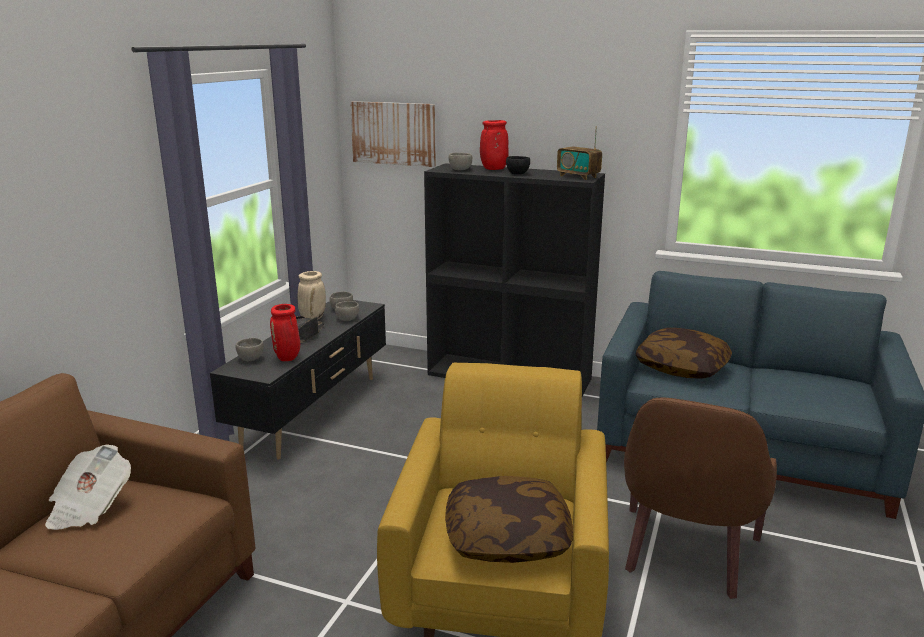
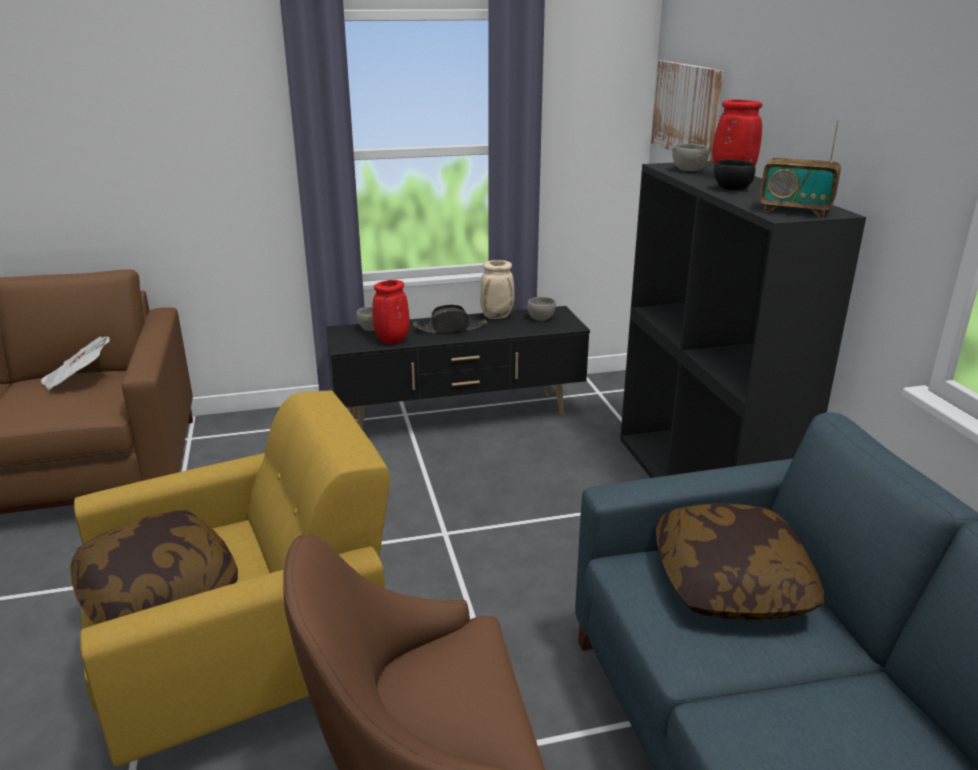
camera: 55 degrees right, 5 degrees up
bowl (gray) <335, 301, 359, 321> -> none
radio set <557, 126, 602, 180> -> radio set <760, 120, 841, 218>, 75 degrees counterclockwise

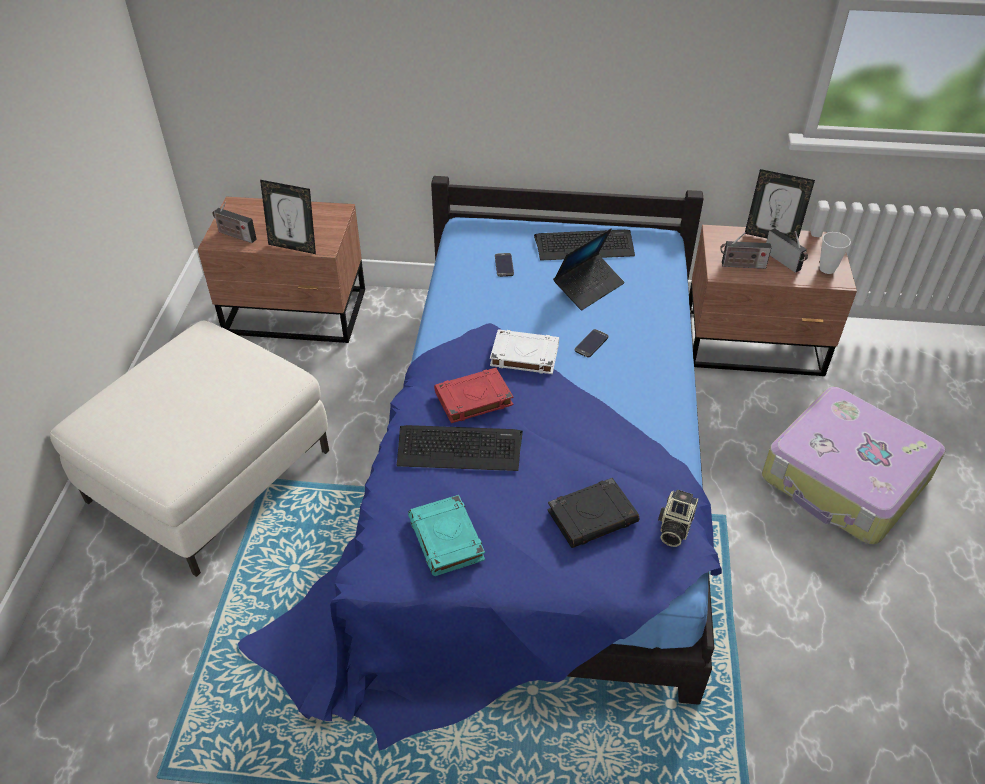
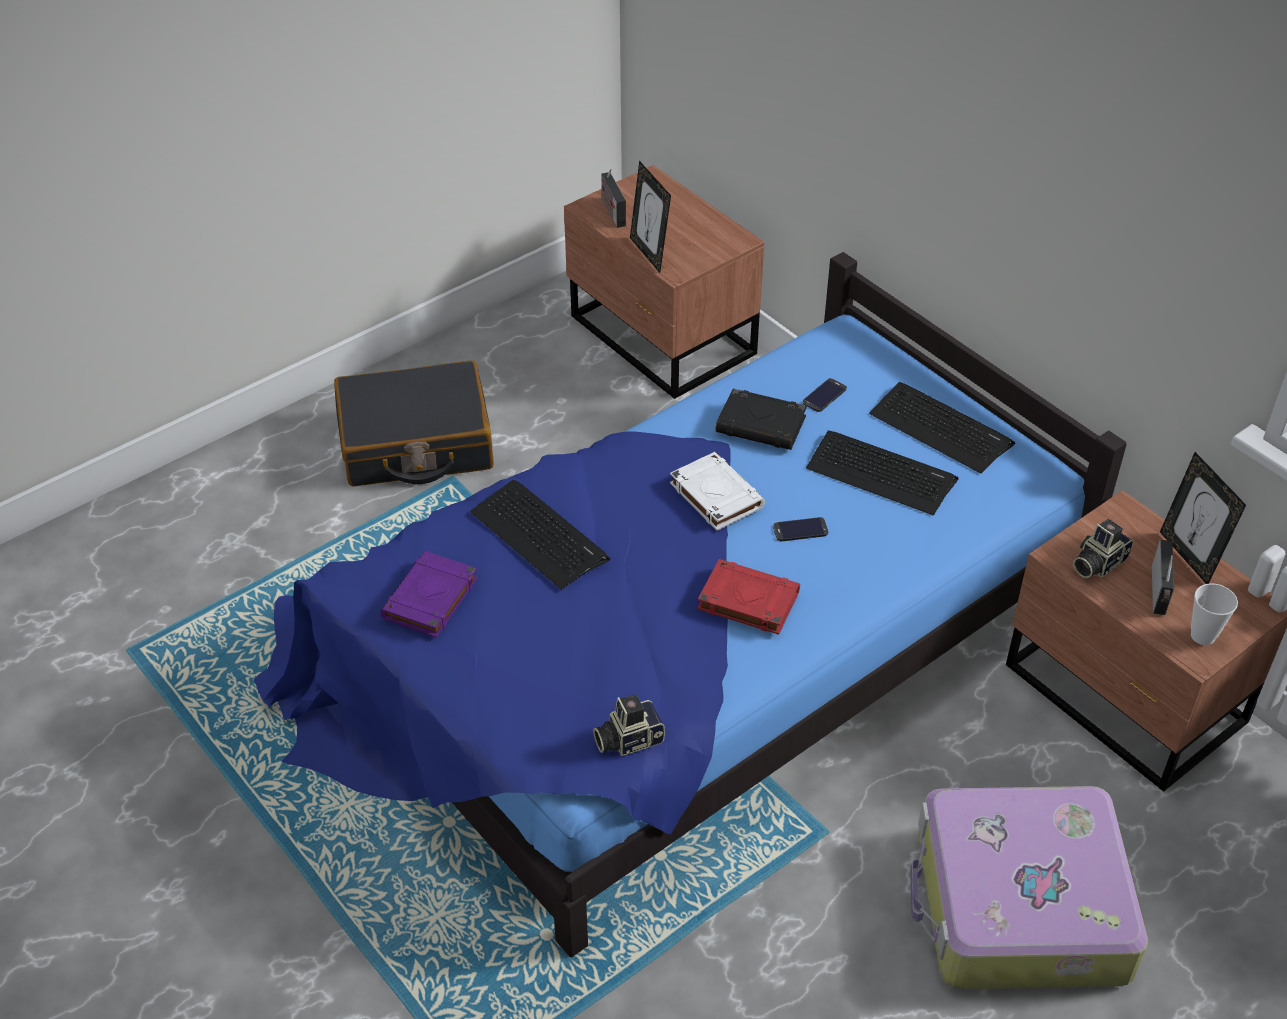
camera: 45 degrees right, 0 degrees up
book (red) <434, 368, 514, 423> -> book (red) <697, 559, 800, 635>, relocated
book (blackish) <547, 478, 639, 548> -> book (blackish) <716, 388, 807, 450>, relocated
footrest (white-coloured) <50, 321, 329, 577> -> travel case (blackish) <334, 360, 494, 486>
notebook computer <553, 228, 625, 310> -> keyboard <806, 430, 959, 515>
radio set <720, 232, 771, 269> -> photo camera <1073, 519, 1133, 578>
book (turquoise) <408, 495, 485, 576> -> book (purple) <380, 551, 478, 638>

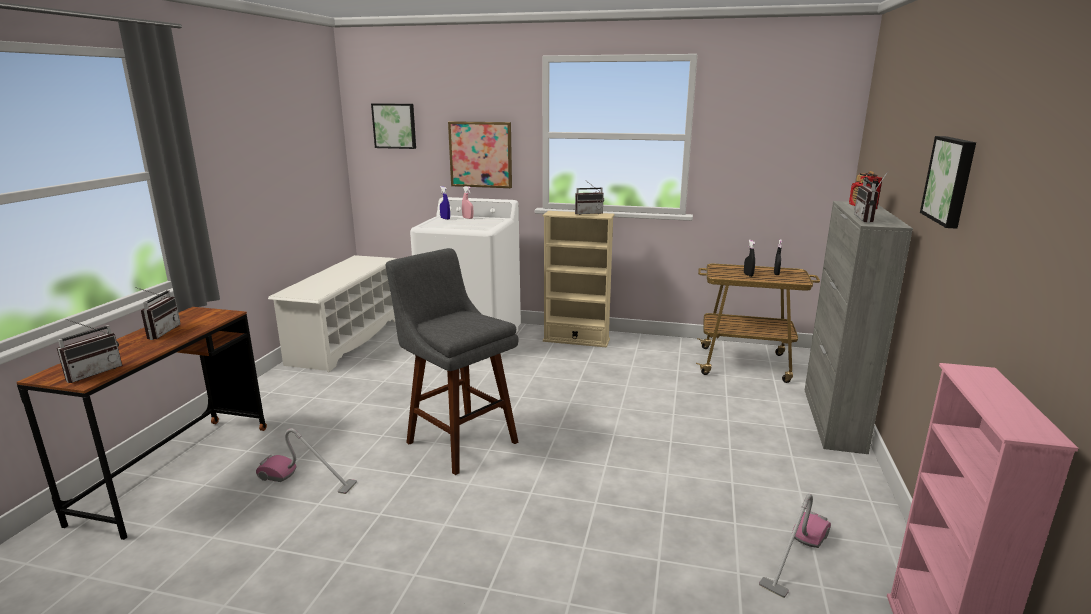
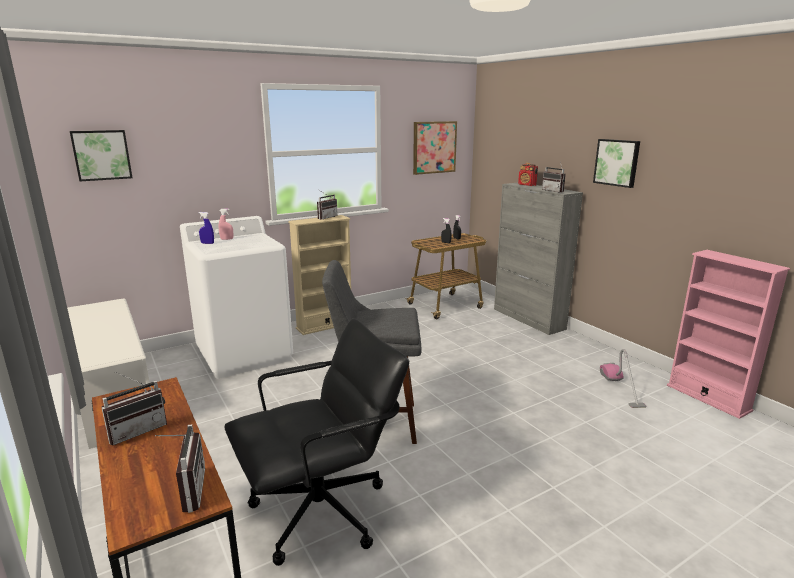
camera: 45 degrees left, 0 degrees up
wall art <448, 121, 512, 188> -> wall art <413, 121, 457, 175>, relocated
vacuum <256, 428, 357, 494> -> computer chair (blackish) <224, 318, 409, 566>
radio set <135, 287, 181, 340> -> radio set <101, 372, 167, 446>, 90 degrees clockwise

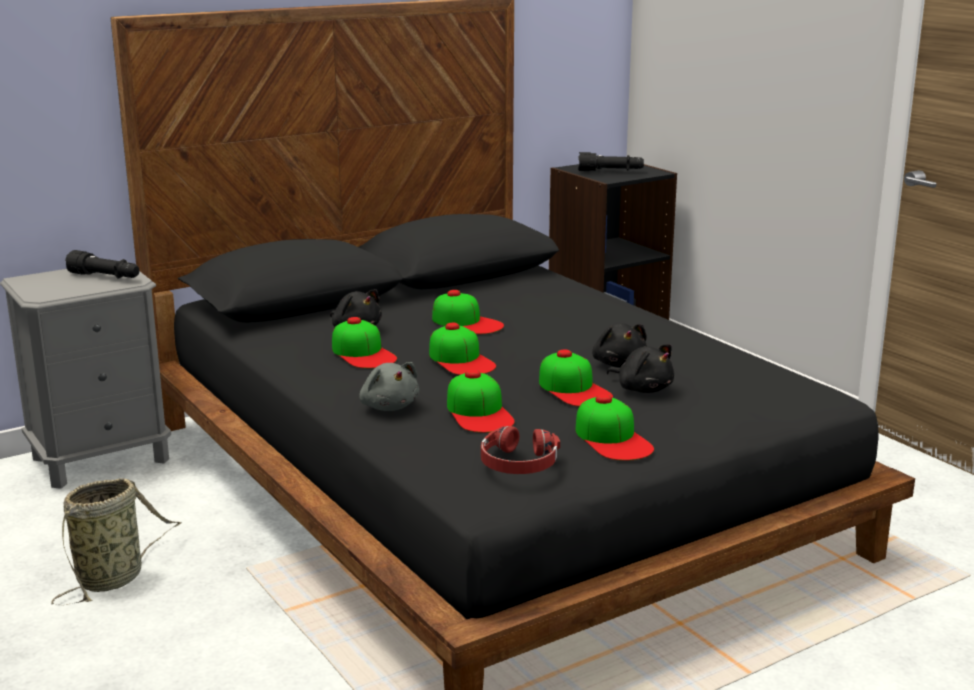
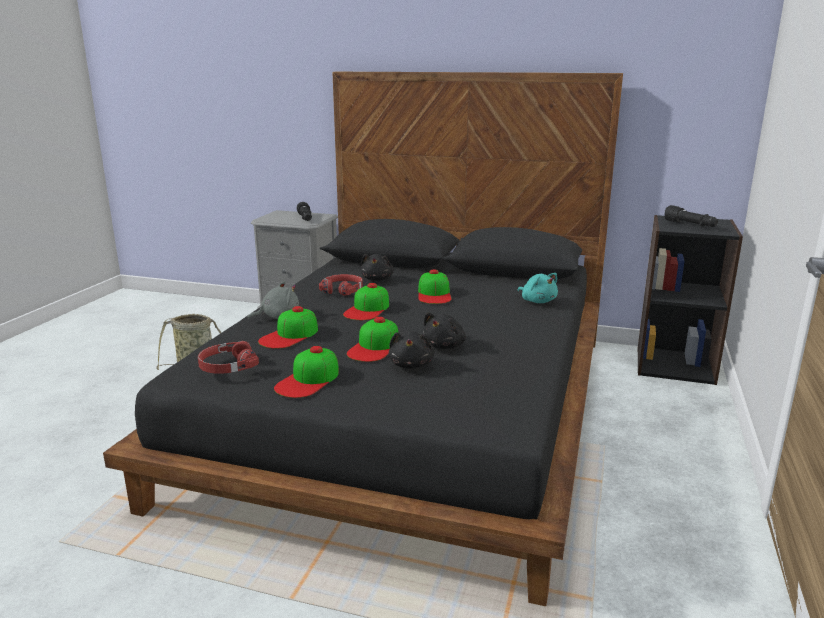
camera: 50 degrees right, 0 degrees up
none -> plush toy (turquoise) <517, 273, 558, 303>
baseball cap <332, 317, 397, 368> -> headphones (red) <319, 274, 363, 296>
plush toy (gray) <359, 362, 419, 411> -> plush toy (gray) <247, 281, 299, 320>, 135 degrees counterclockwise

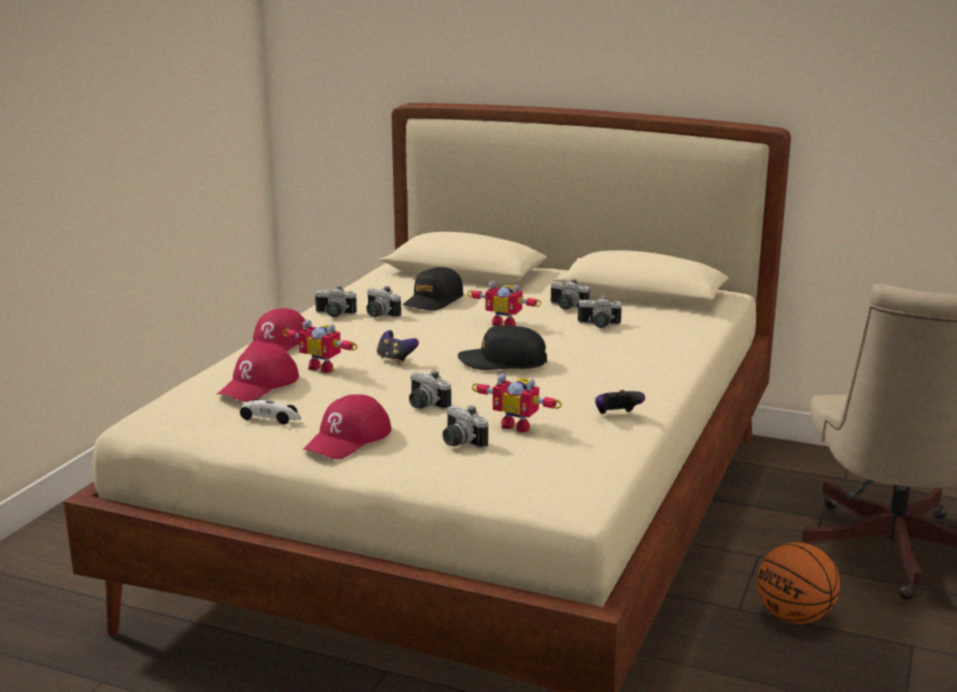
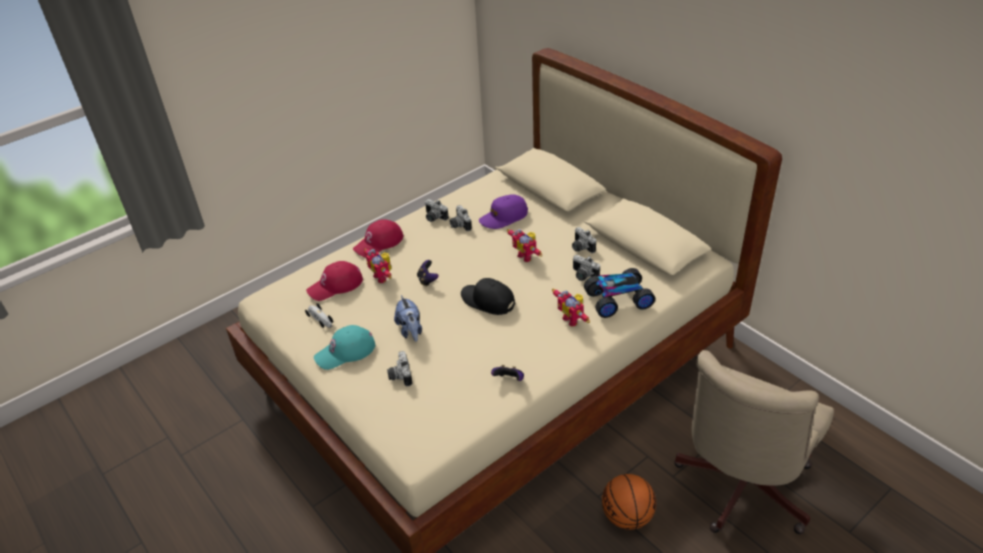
camera: 30 degrees right, 20 degrees up
none -> miniature car <584, 268, 655, 318>
model robot <472, 373, 562, 433> -> model robot <552, 289, 590, 326>, relocated
photo camera <409, 370, 451, 410> -> plush toy <394, 295, 422, 342>
baseball cap (red) <303, 394, 391, 459> -> baseball cap (turquoise) <314, 325, 375, 370>
baseball cap (blackish) <403, 267, 463, 311> -> baseball cap (purple) <479, 194, 528, 229>

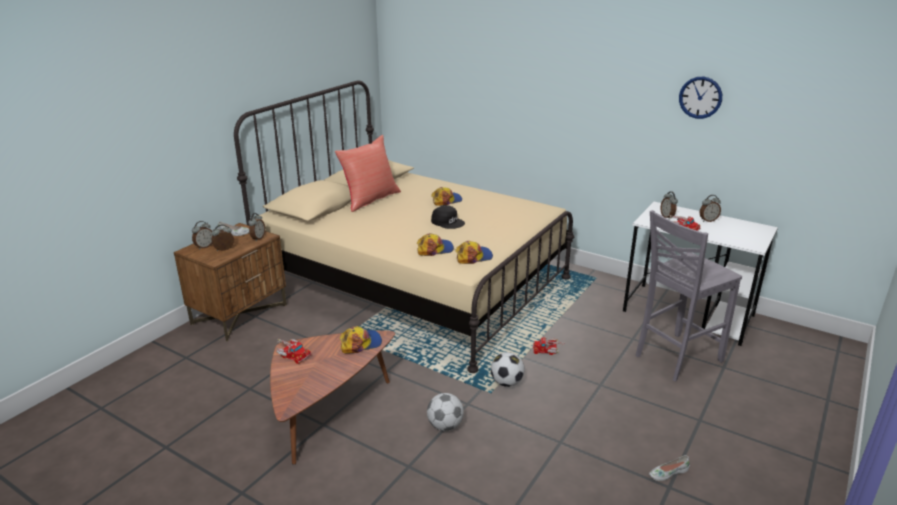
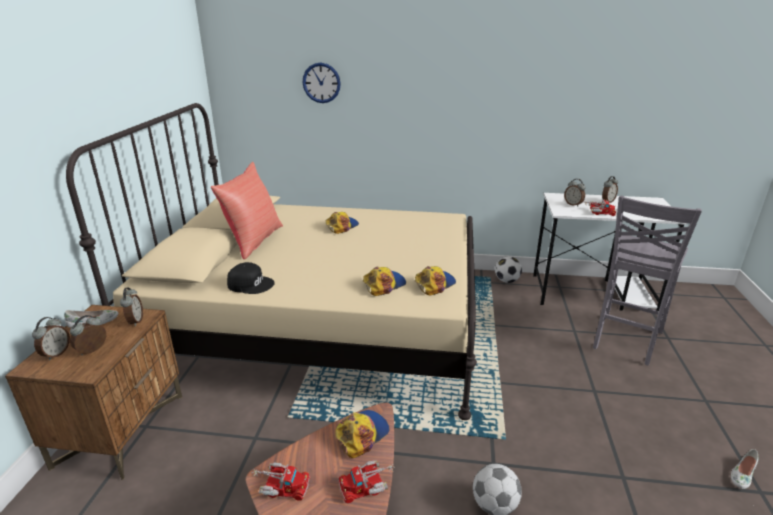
camera: 25 degrees left, 0 degrees up
baseball cap (blackish) <431, 205, 465, 229> -> baseball cap (blackish) <227, 262, 275, 294>, relocated
football ball <491, 352, 525, 387> -> football ball <495, 257, 522, 283>, relocated
toy truck <533, 337, 566, 355> -> toy truck <339, 460, 393, 503>, relocated
wall clock <679, 77, 722, 119> -> wall clock <303, 63, 341, 103>, relocated

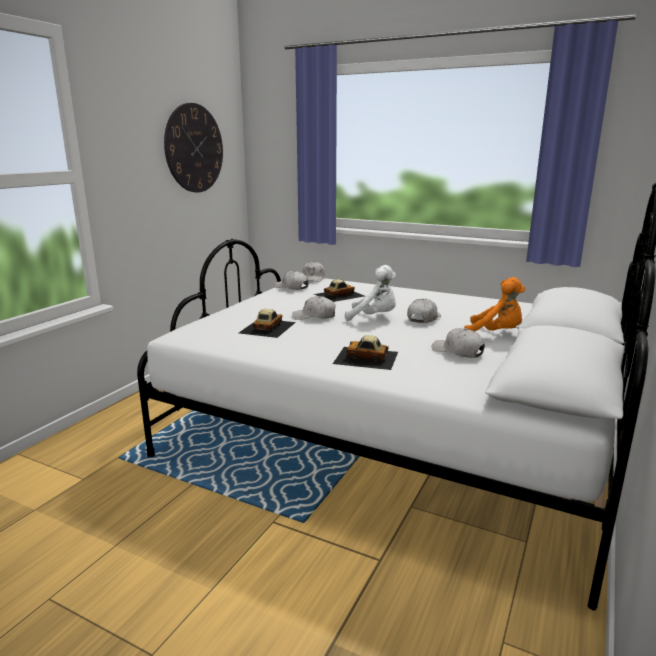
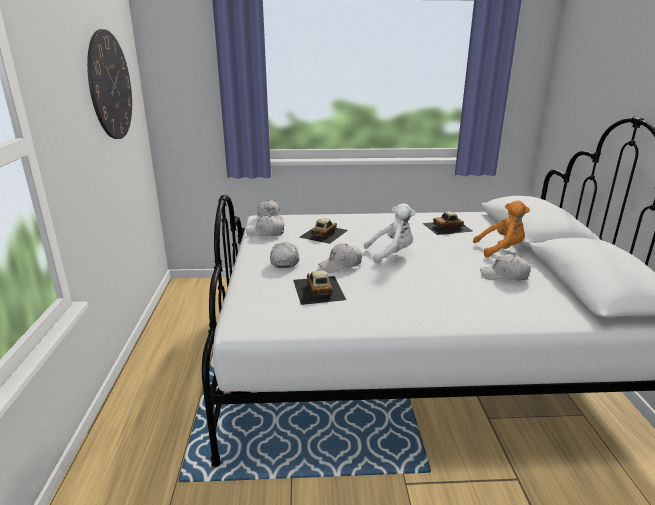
camera: 30 degrees left, 5 degrees up
miniature car <333, 335, 398, 370> -> miniature car <422, 212, 473, 235>, relocated
baseball cap (white-coloured) <407, 299, 441, 323> -> baseball cap (white-coloured) <270, 242, 300, 268>, relocated

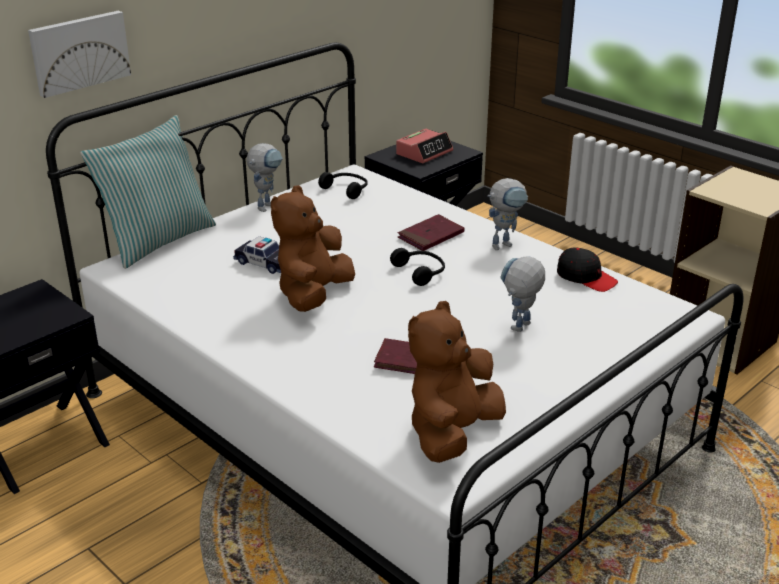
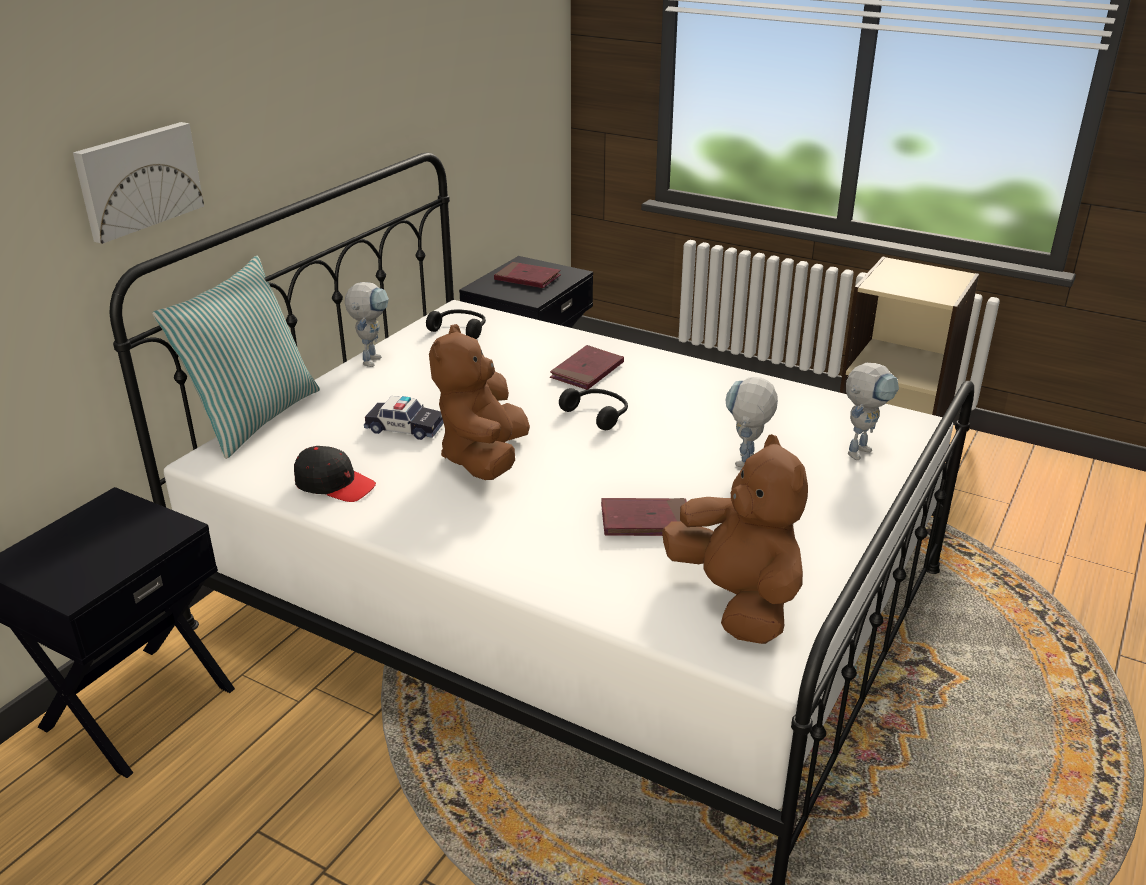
camera: 15 degrees left, 0 degrees up
model robot <487, 178, 528, 250> -> model robot <846, 362, 899, 460>, relocated
baseball cap (blackish) <557, 247, 618, 292> -> baseball cap (blackish) <294, 446, 376, 502>, relocated
alarm clock <396, 129, 453, 163> -> book (red) <494, 262, 561, 288>
plush toy (brown) <408, 301, 506, 463> -> plush toy (brown) <662, 434, 808, 644>, 135 degrees clockwise

